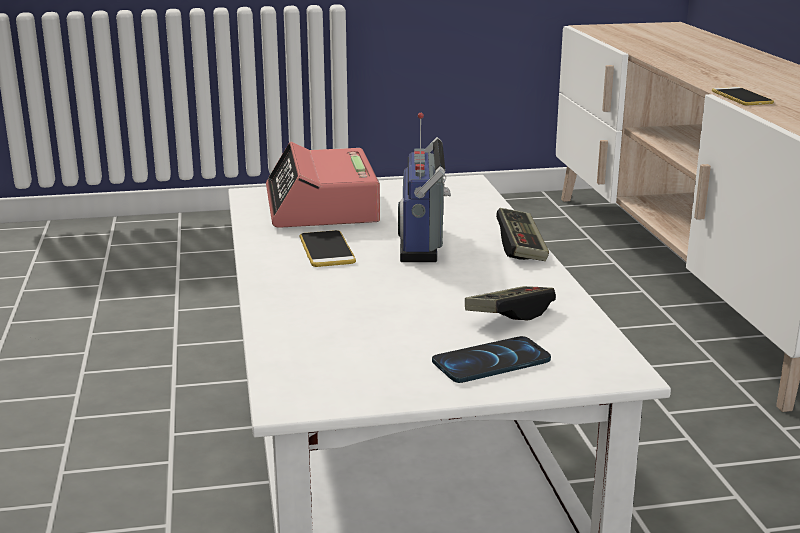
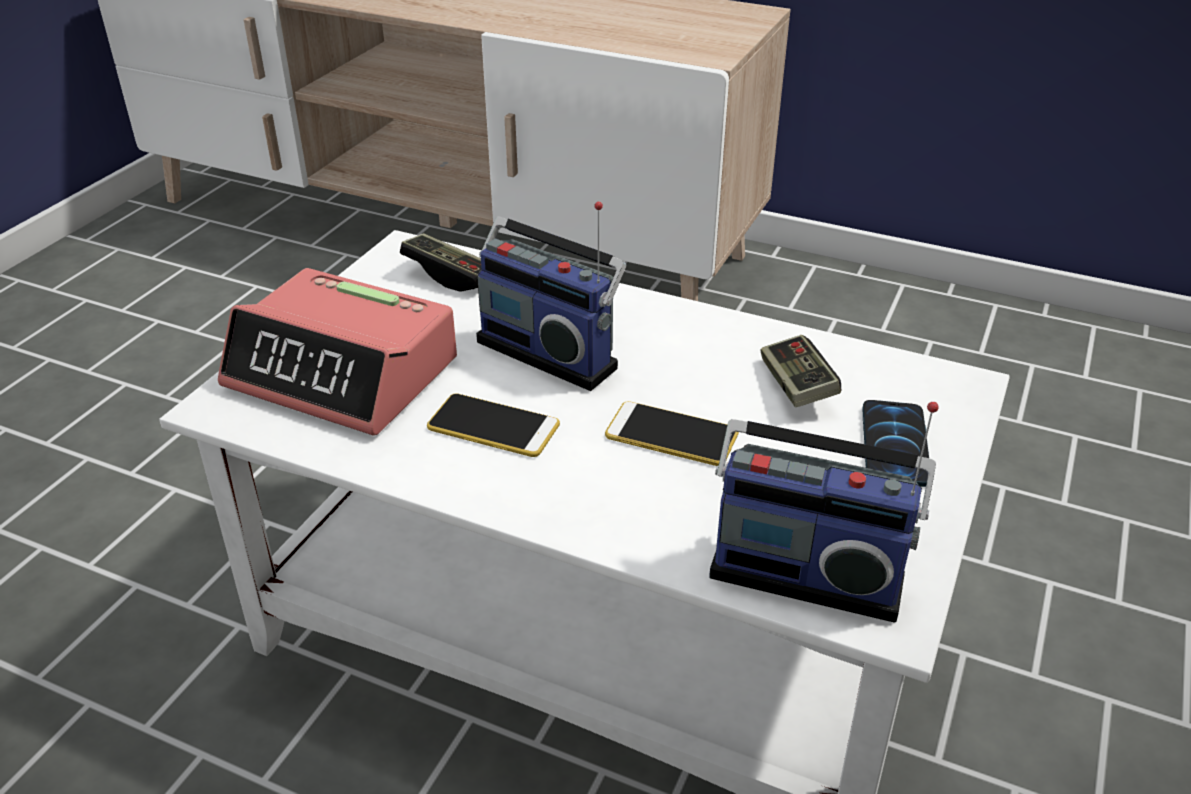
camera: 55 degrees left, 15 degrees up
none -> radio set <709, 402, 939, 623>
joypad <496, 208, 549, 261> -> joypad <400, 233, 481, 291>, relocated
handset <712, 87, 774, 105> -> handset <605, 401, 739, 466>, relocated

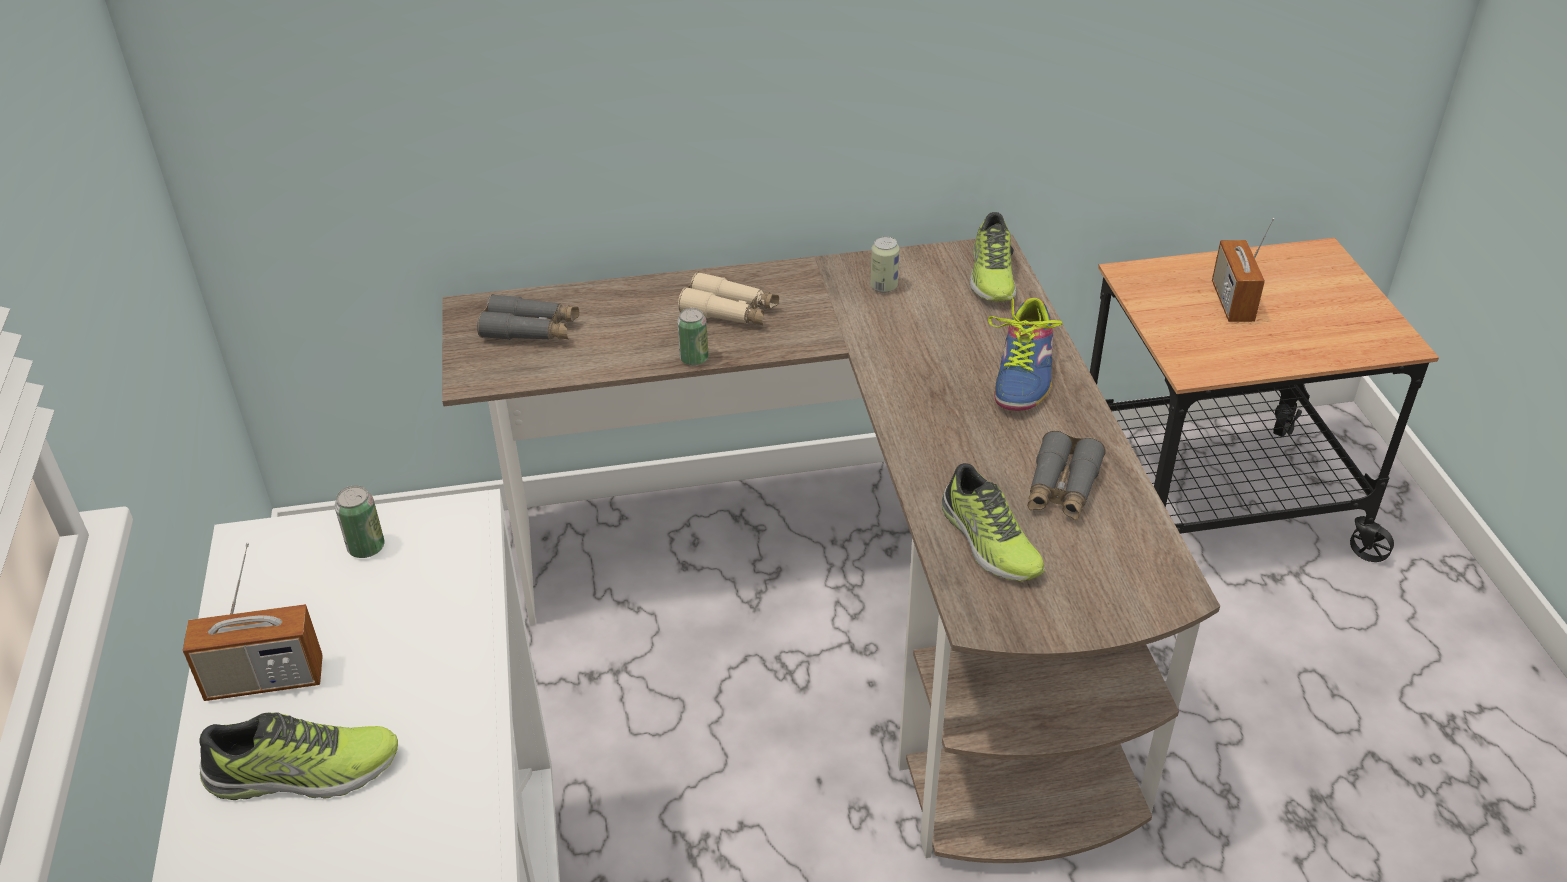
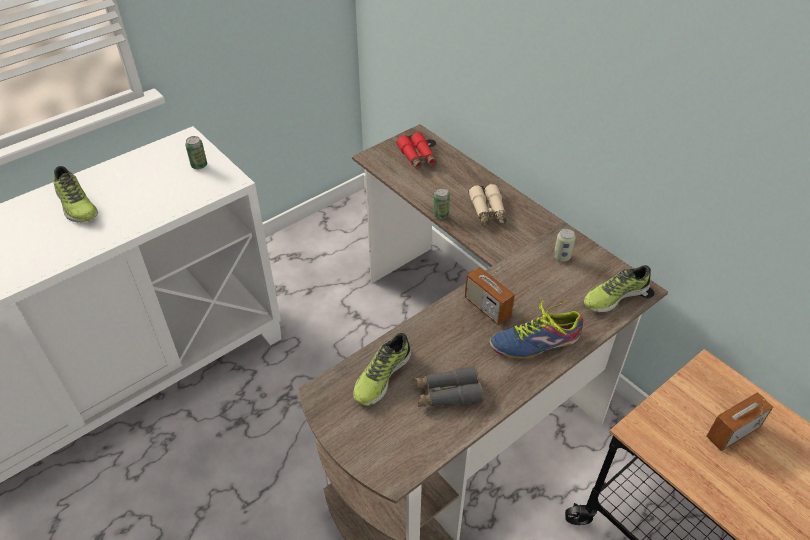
camera: 60 degrees right, 5 degrees up
radio set <183, 542, 323, 701> -> radio set <465, 256, 515, 325>, relocated
binoculars (gray) <477, 294, 579, 340> -> binoculars (red) <396, 132, 437, 170>

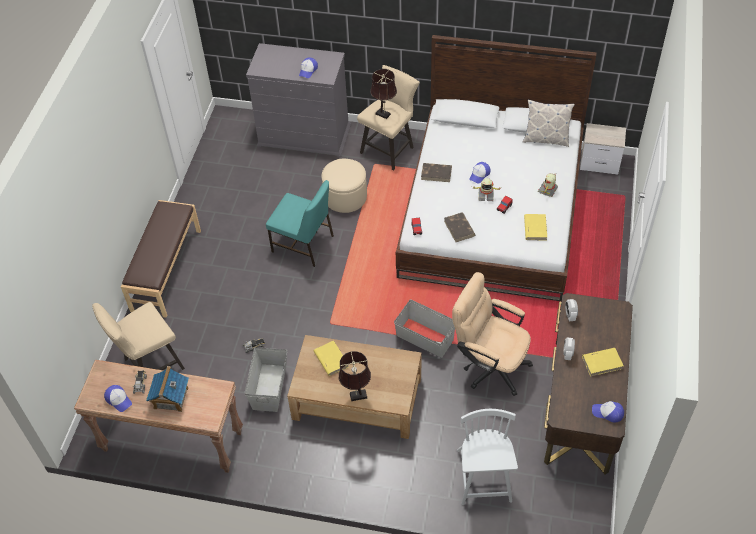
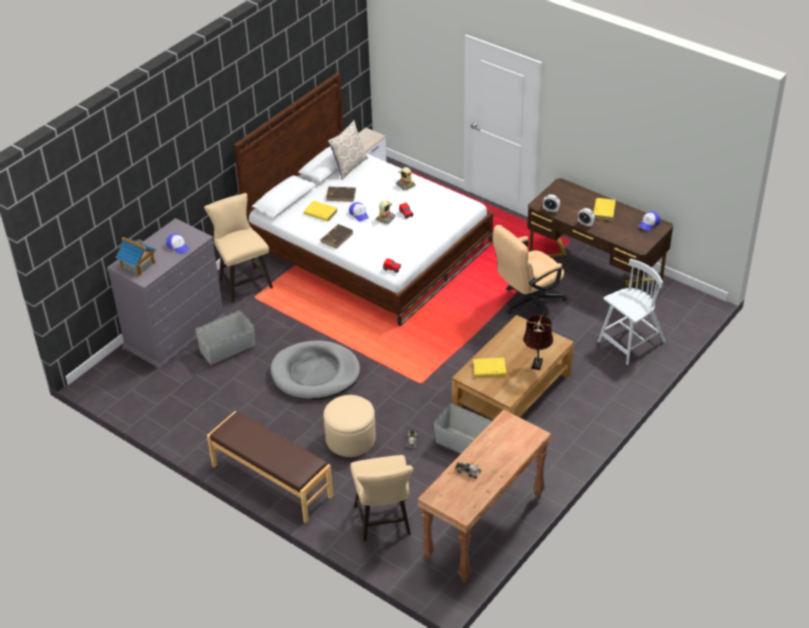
camera: 65 degrees left, 10 degrees down
baseball cap <104, 385, 132, 412> -> none
tabletop lamp (brown) <370, 69, 397, 119> -> none
toy house <146, 366, 189, 412> -> toy house <115, 237, 156, 276>, relocated
footrest (beige) <322, 159, 367, 213> -> footrest (beige) <324, 395, 376, 457>, relocated
storage box (gray) <394, 299, 455, 358> -> storage box (gray) <195, 310, 255, 365>, relocated
book (brown) <444, 213, 475, 242> -> book (brown) <326, 187, 356, 202>, relocated
book (yellow-coloured) <524, 214, 547, 241> -> book (yellow-coloured) <304, 201, 338, 221>, relocated
chair (turquoise) <266, 180, 334, 267> -> dog cushion (gray) <271, 340, 360, 400>
chair (white-coloured) <457, 409, 518, 505> -> chair (white-coloured) <597, 259, 666, 365>, 120 degrees clockwise

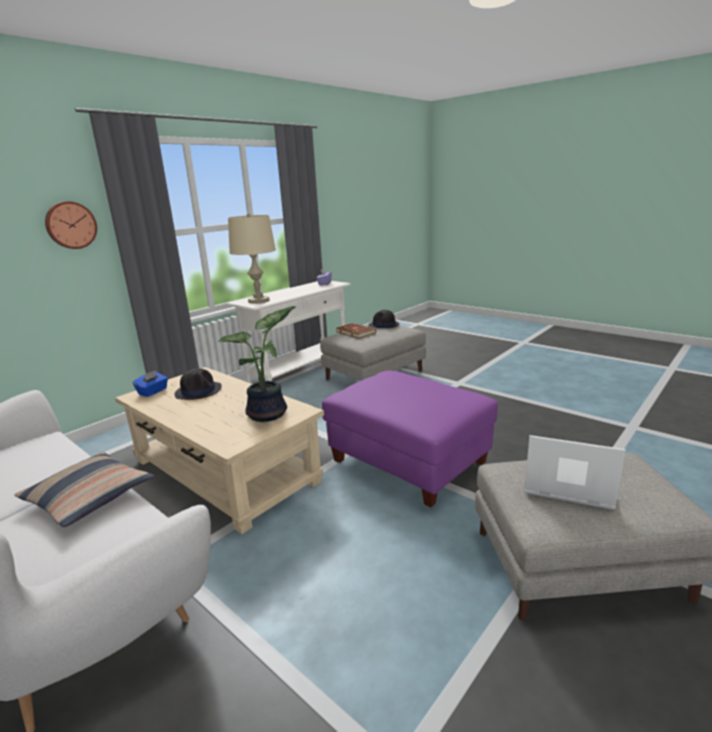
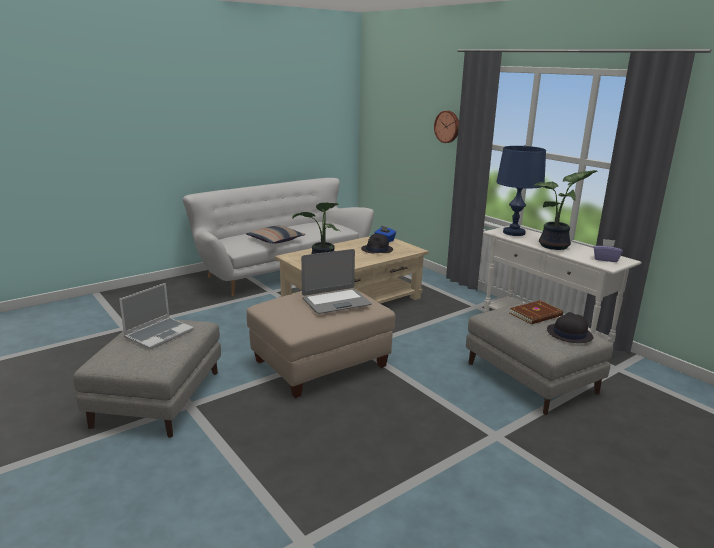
camera: 100 degrees right, 0 degrees up
none -> notebook computer <301, 249, 372, 314>
none -> potted plant <535, 170, 597, 250>
tabletop lamp (beige) <228, 213, 276, 304> -> tabletop lamp (bluish) <496, 145, 546, 236>
footrest (purple) <322, 370, 498, 507> -> footrest (beige) <247, 288, 396, 398>

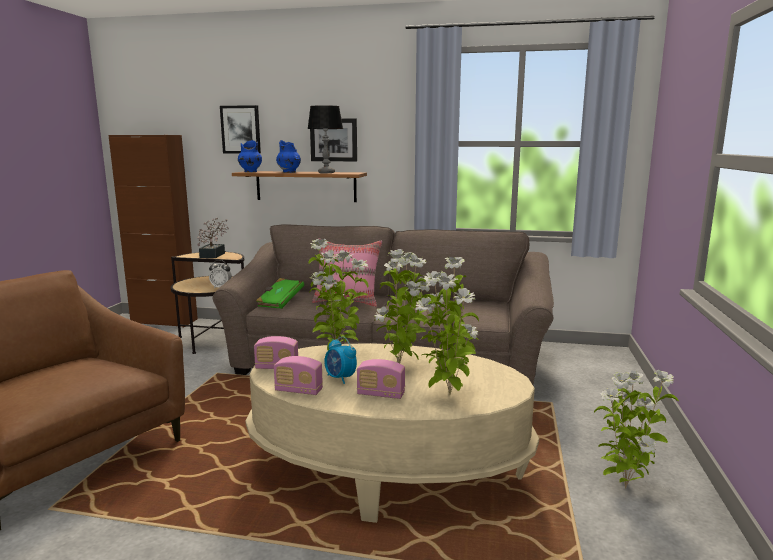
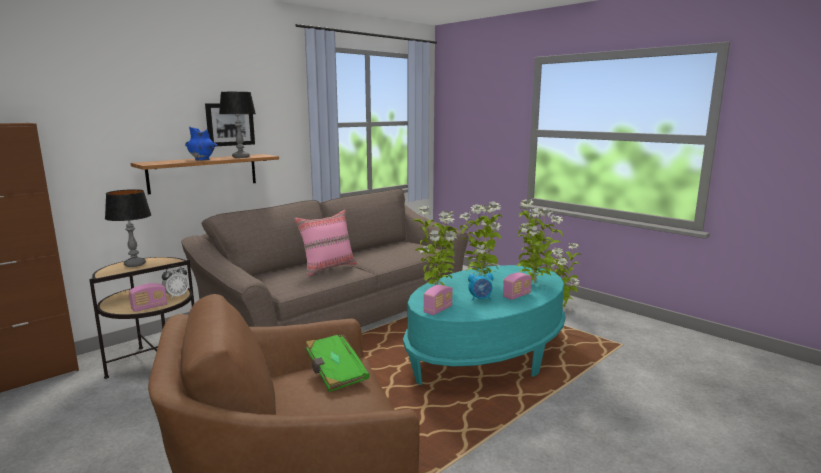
camera: 55 degrees left, 0 degrees up
wall art <220, 105, 261, 154> -> none
decorative vase (bluish) <238, 140, 262, 172> -> none
book (green-coloured) <256, 278, 304, 309> -> book (green-coloured) <305, 333, 370, 392>, relocated
radio set <274, 356, 323, 395> -> radio set <129, 283, 167, 312>, relocated
potted plant <197, 218, 229, 258> -> tabletop lamp <105, 189, 151, 267>
coffee table (beige) <245, 343, 539, 523> -> coffee table (turquoise) <403, 265, 566, 385>

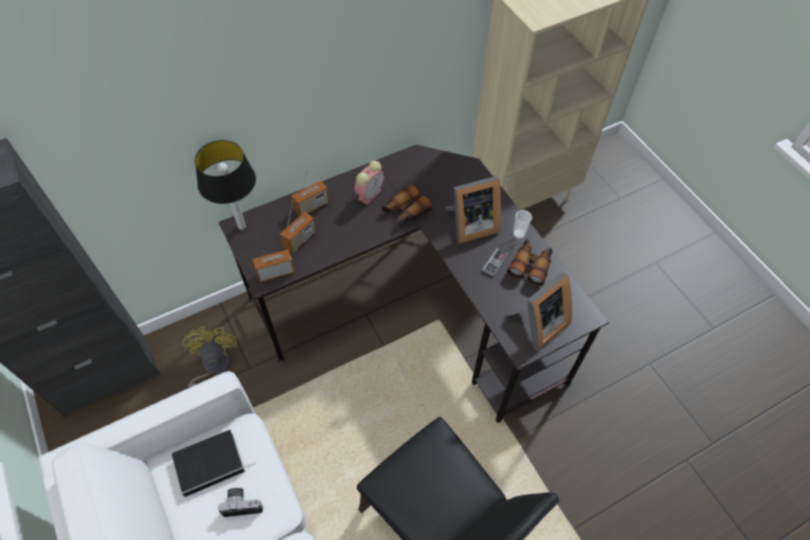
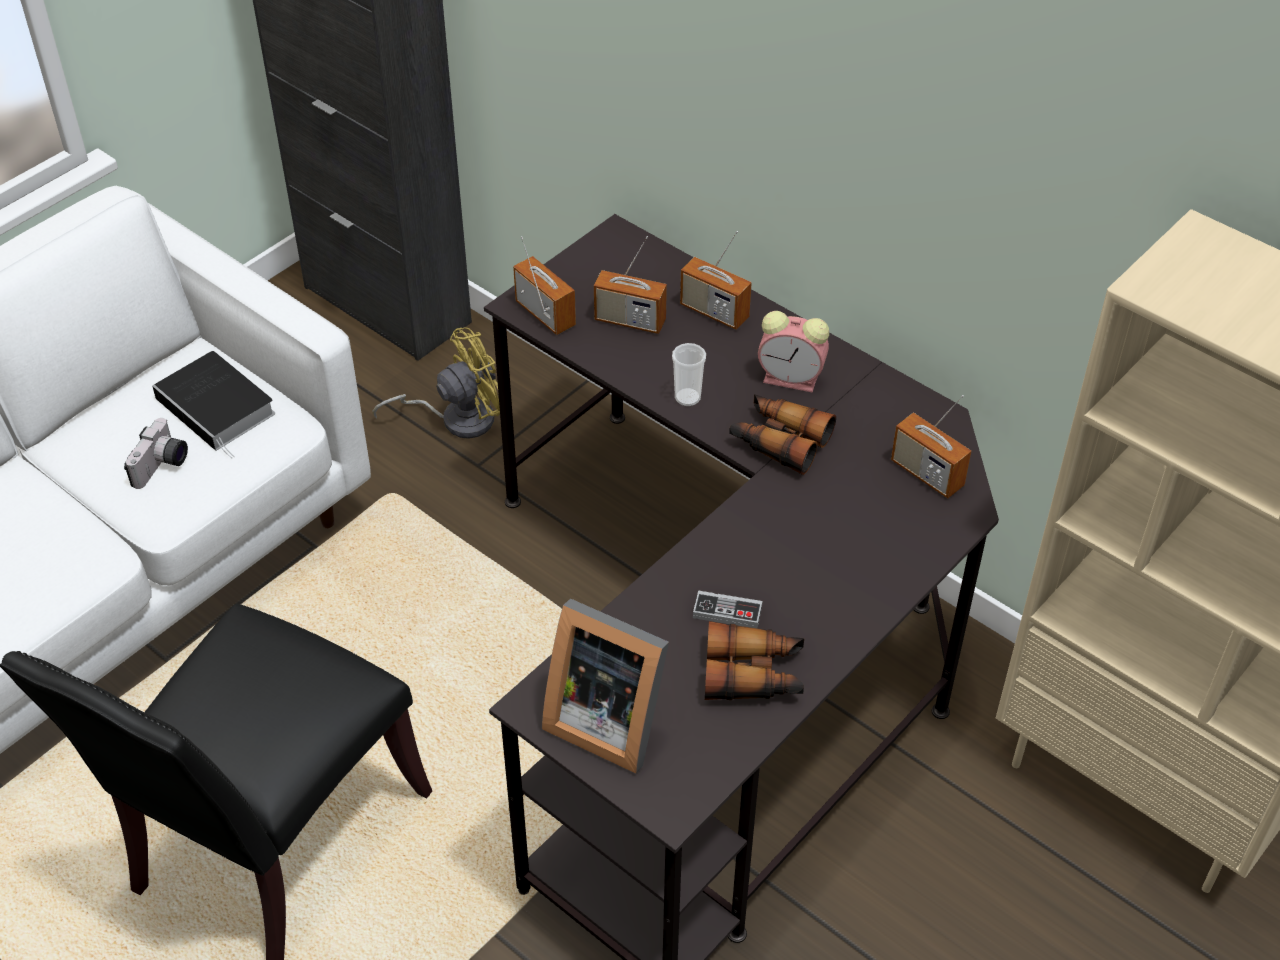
camera: 70 degrees right, 10 degrees down
tabletop lamp <195, 140, 256, 230> -> none
photo frame <446, 176, 501, 244> -> none
none -> radio set <891, 395, 971, 498>
drinking cup <513, 210, 532, 239> -> drinking cup <672, 343, 706, 406>, relocated
photo camera <217, 488, 263, 517> -> photo camera <124, 418, 188, 489>, 45 degrees clockwise

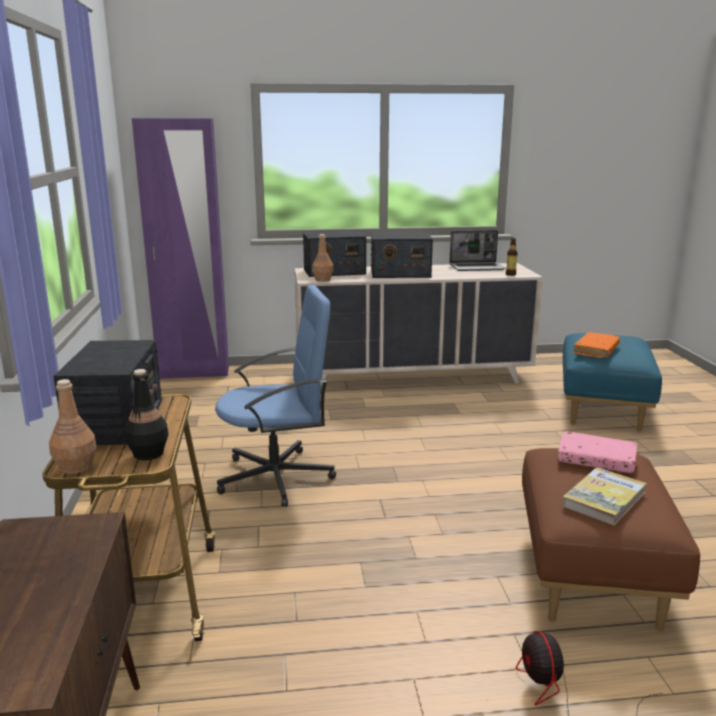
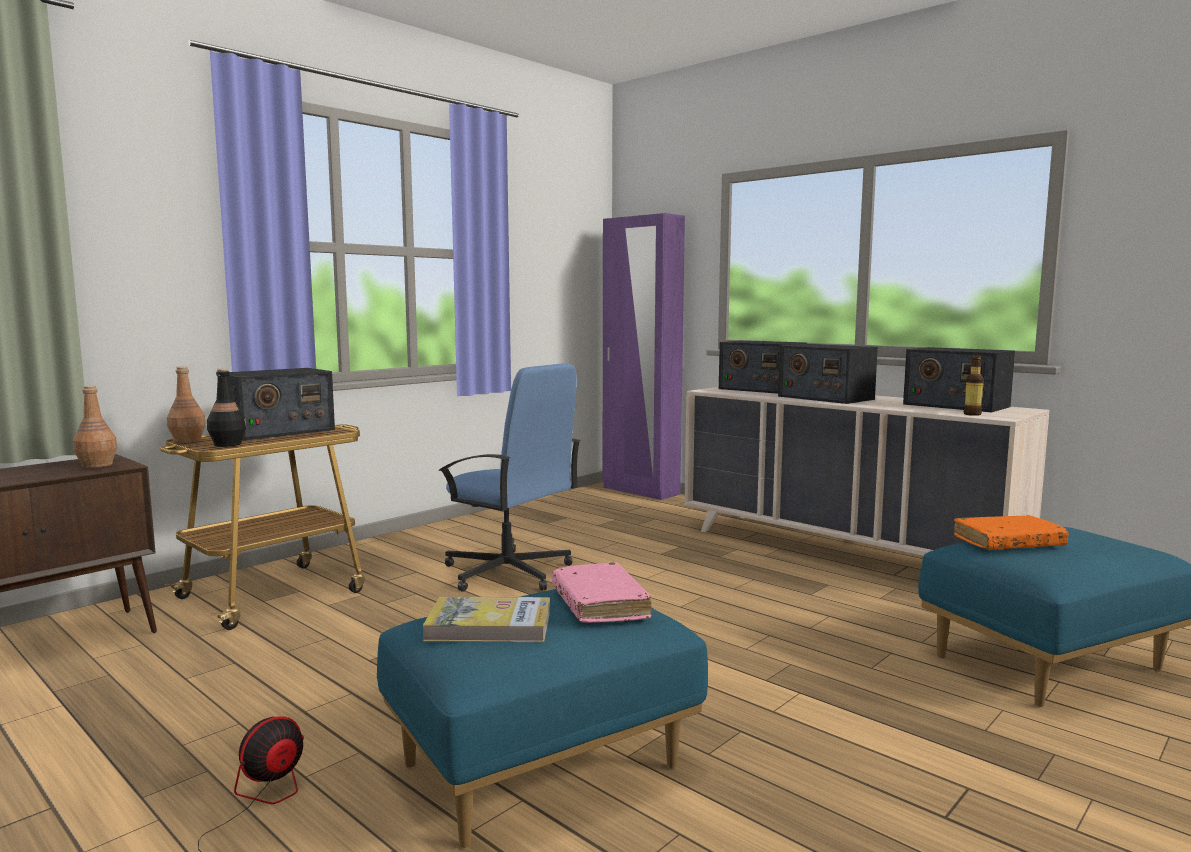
camera: 50 degrees right, 10 degrees down
bottle (brown) <312, 234, 333, 282> -> bottle (brown) <73, 385, 117, 468>, relocated
notebook computer <449, 230, 506, 271> -> radio set <903, 347, 1015, 412>
footrest (brown) <522, 448, 700, 631> -> footrest (bluish) <377, 589, 708, 848>

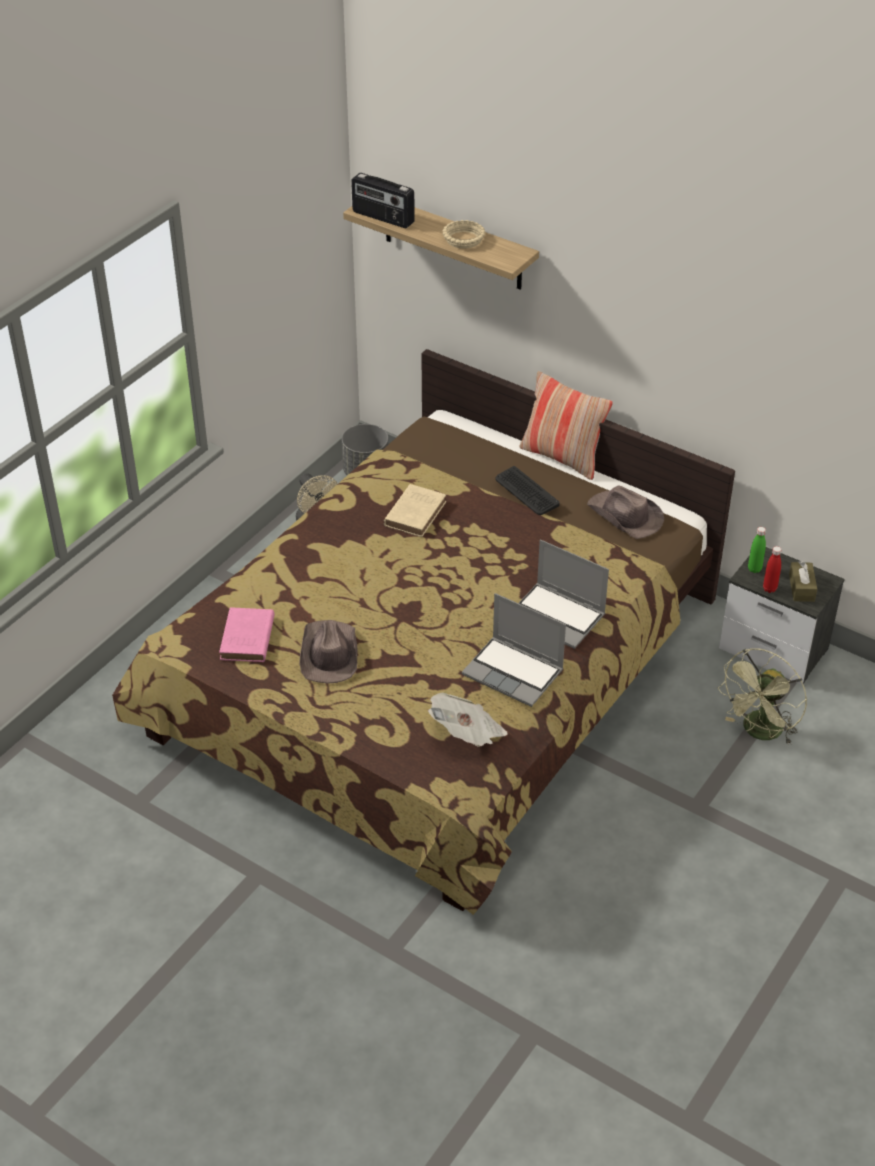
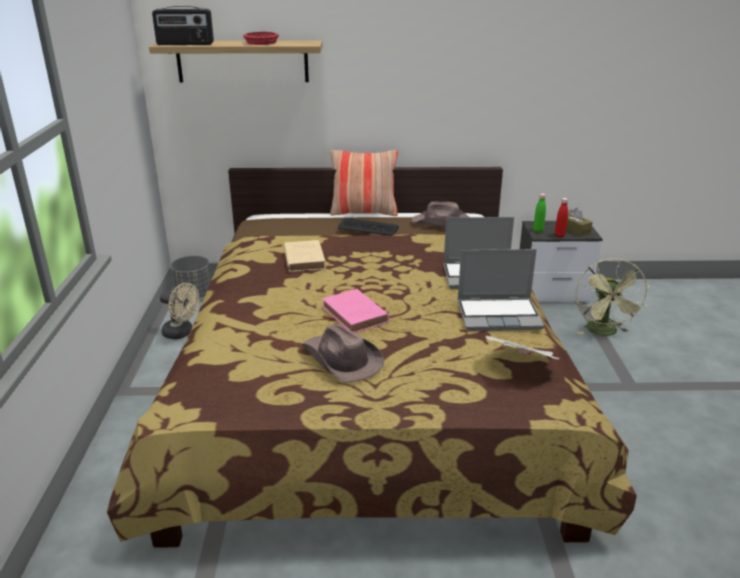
camera: 35 degrees left, 15 degrees down
book (pink-coloured) <219, 607, 275, 662> -> book (pink-coloured) <322, 289, 389, 333>, relocated
bowl (beige) <442, 220, 485, 249> -> bowl (red) <243, 32, 279, 45>

